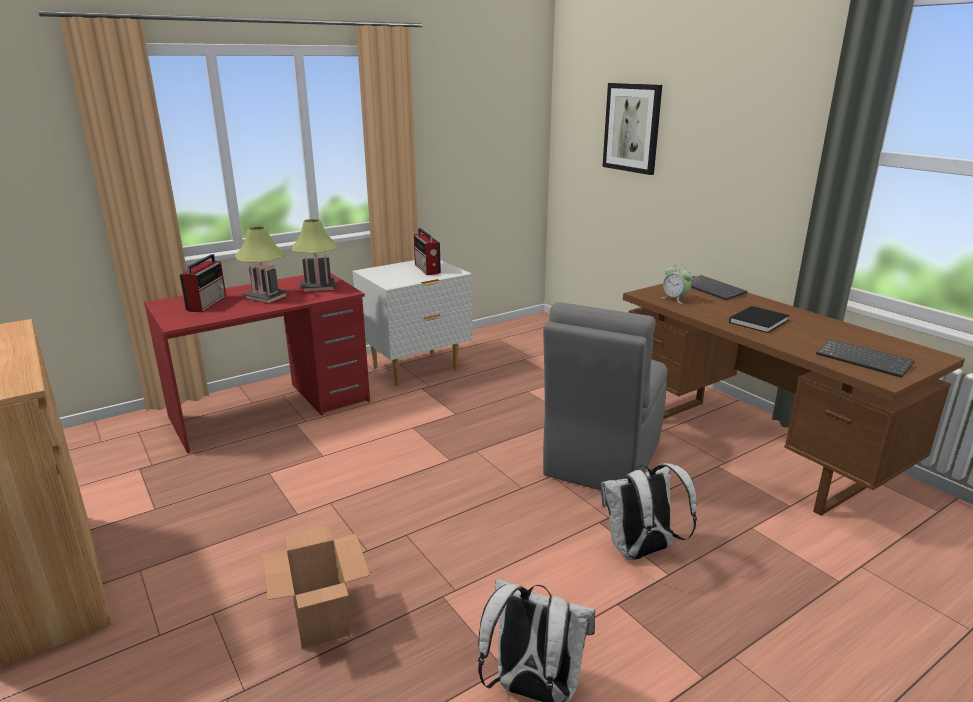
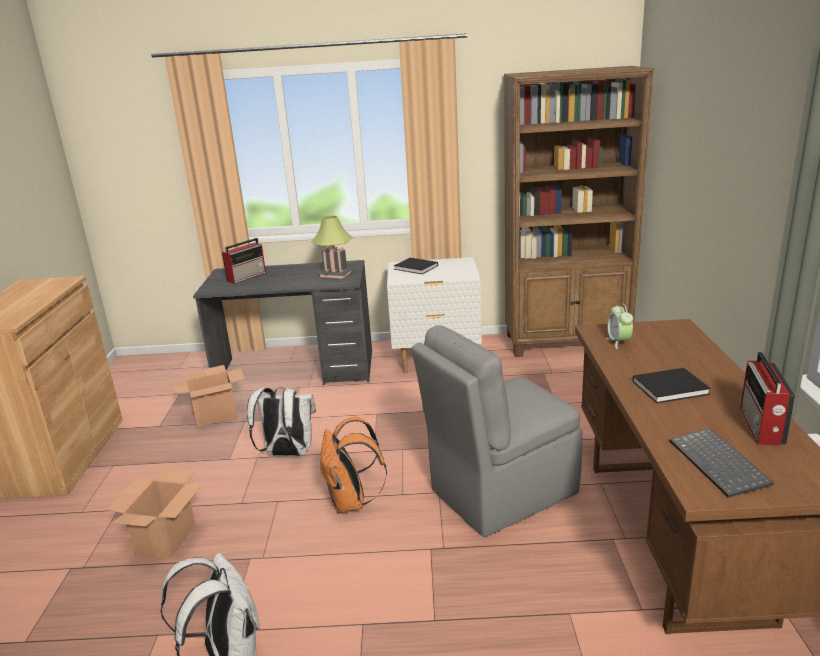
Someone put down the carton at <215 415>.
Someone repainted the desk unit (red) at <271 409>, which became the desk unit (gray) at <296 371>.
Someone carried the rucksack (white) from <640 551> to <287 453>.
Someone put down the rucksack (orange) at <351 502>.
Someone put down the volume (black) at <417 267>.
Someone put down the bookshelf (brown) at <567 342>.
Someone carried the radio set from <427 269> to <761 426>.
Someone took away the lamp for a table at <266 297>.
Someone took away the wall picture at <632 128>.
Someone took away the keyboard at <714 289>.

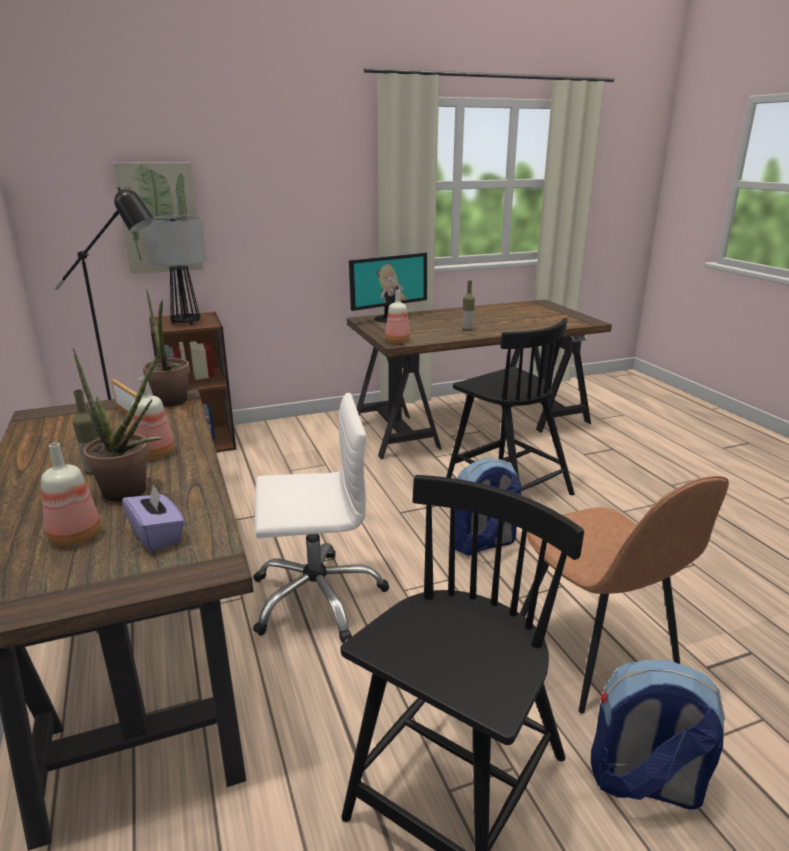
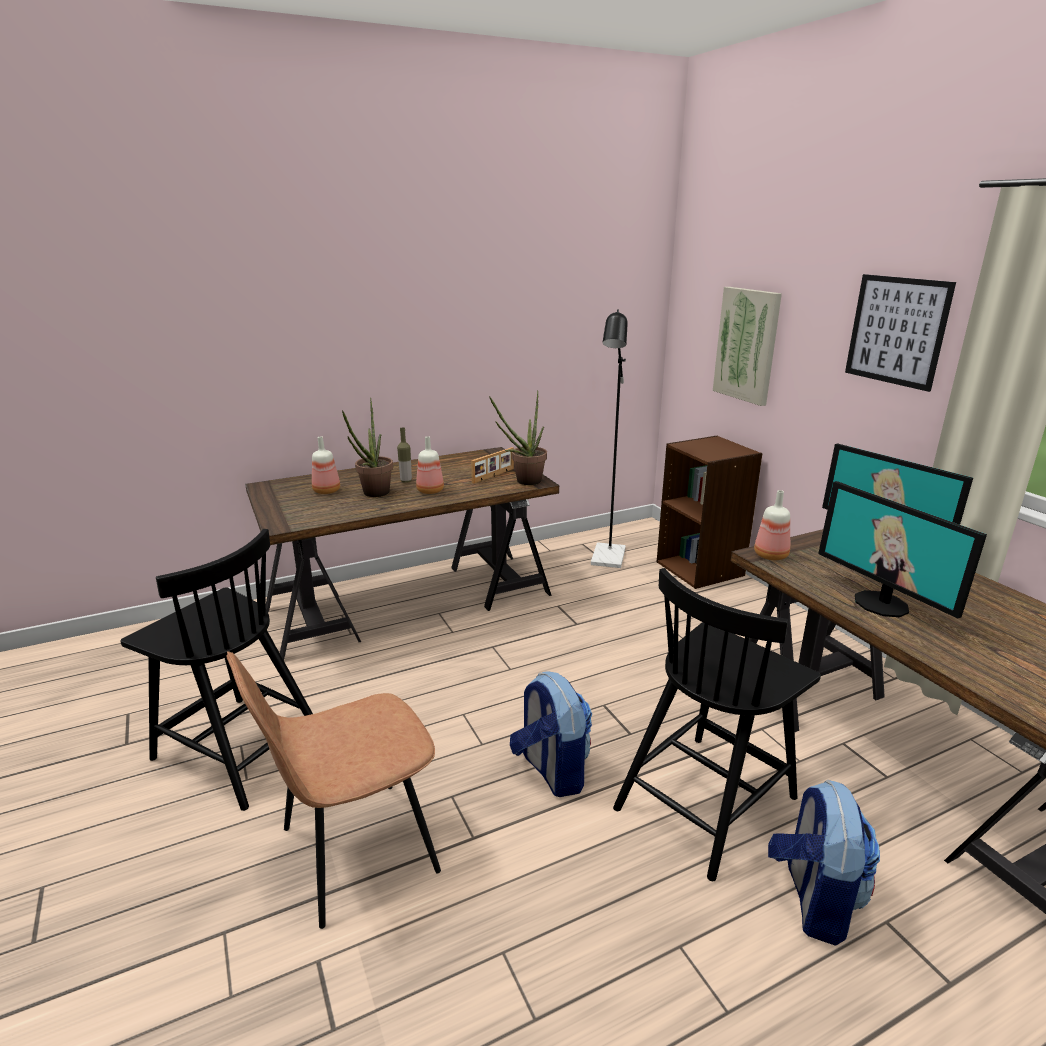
Someone carried the rucksack from <644 783> to <813 899>.
Someone swapped the beverage bottle at <467 329> for the computer screen at <882 604>.
Someone put up the wall picture at <896 331>.
Someone took away the tissue holder (purple-coloured) at <157 535>.
Someone took away the lamp for a table at <185 322>.
Someone took away the office chair (white) at <317 597>.

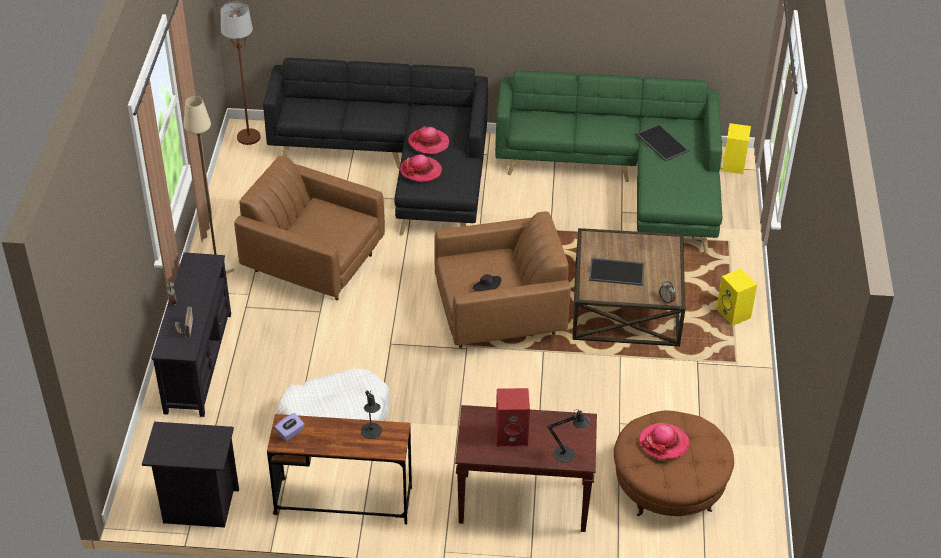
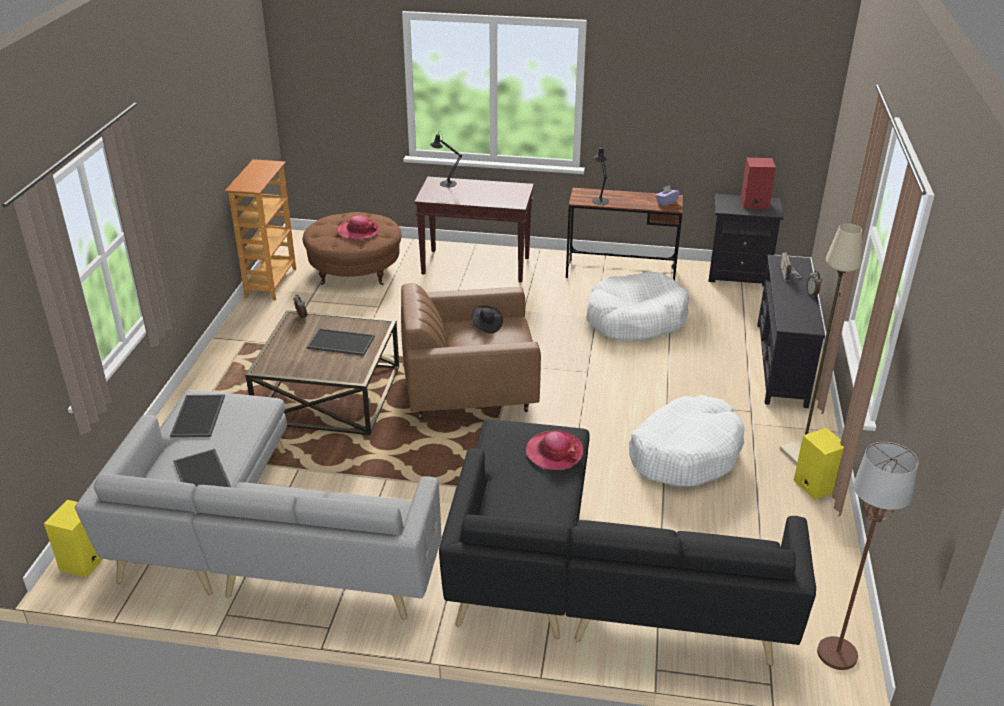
Someone repainted the settee (green) at <626 181>, which became the settee (gray) at <255 542>.
Someone put down the tray at <199 416>.
Someone put down the bookshelf at <270 283>.
Someone swapped the easy chair (brown) at <313 263> for the pet bed (white) at <685 453>.
Someone carried the loudspeaker (red) from <512 435> to <753 204>.
Someone carried the loudspeaker (yellow) from <734 314> to <814 485>.
Someone took away the clothing hat at <428 143>.

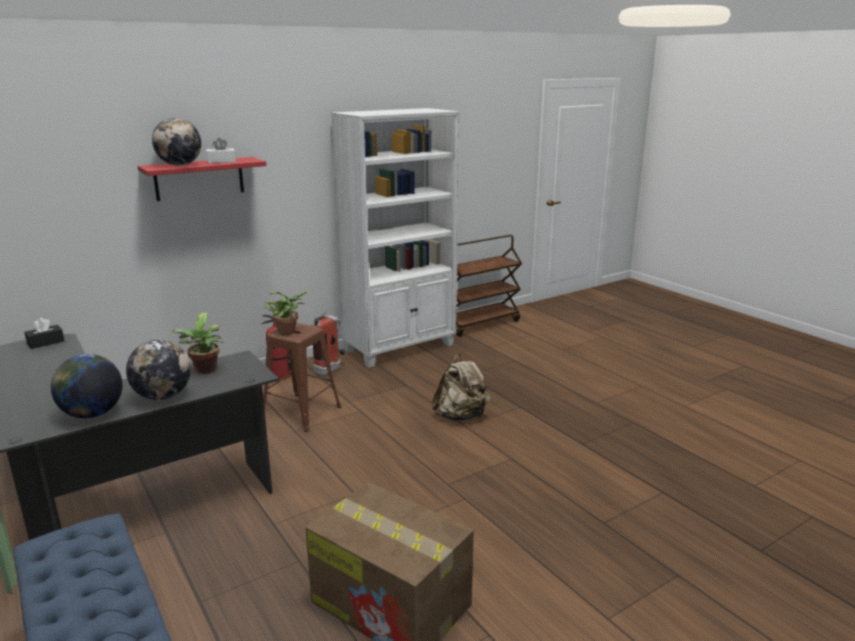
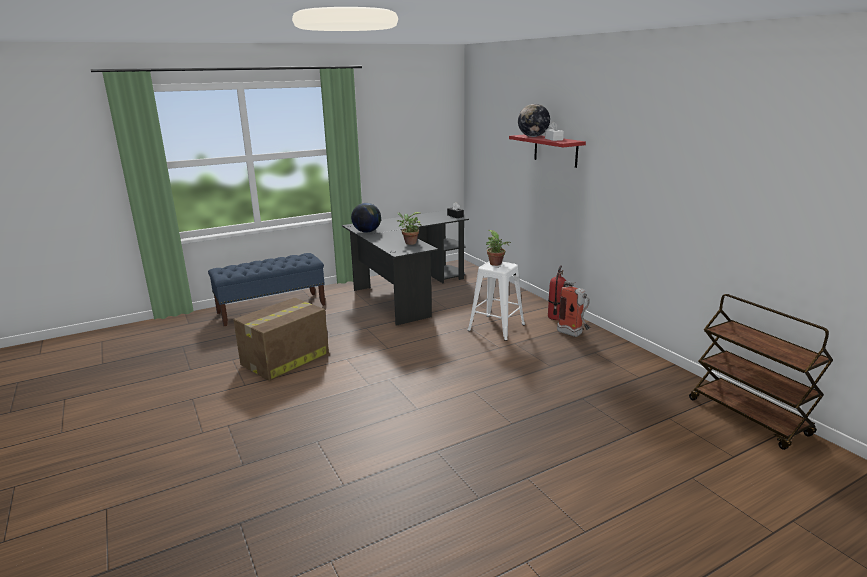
Someone repainted the stool (brown) at <302 412>, which became the stool (white) at <496 328>.
Someone took away the desk globe at <163 396>.
Someone took away the bookshelf (white) at <400 348>.
Someone took away the rucksack (sand-coloured) at <461 416>.

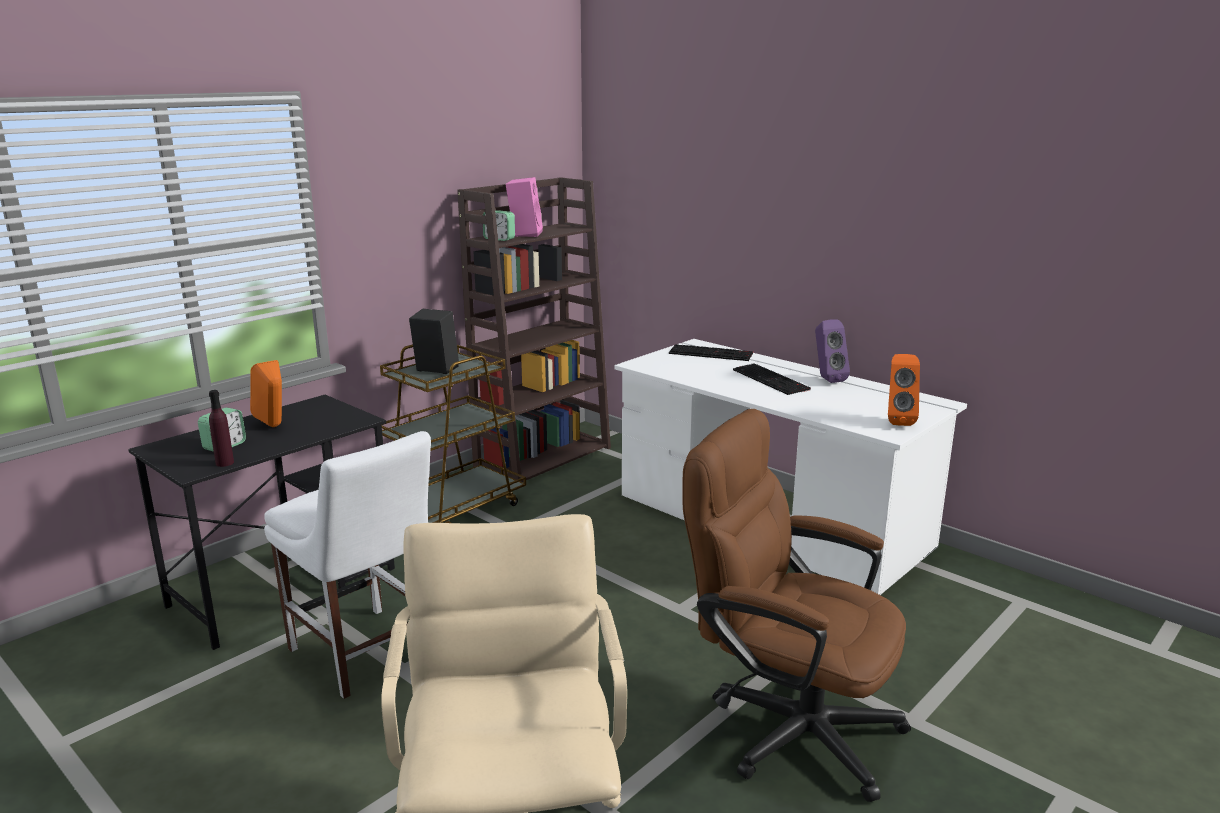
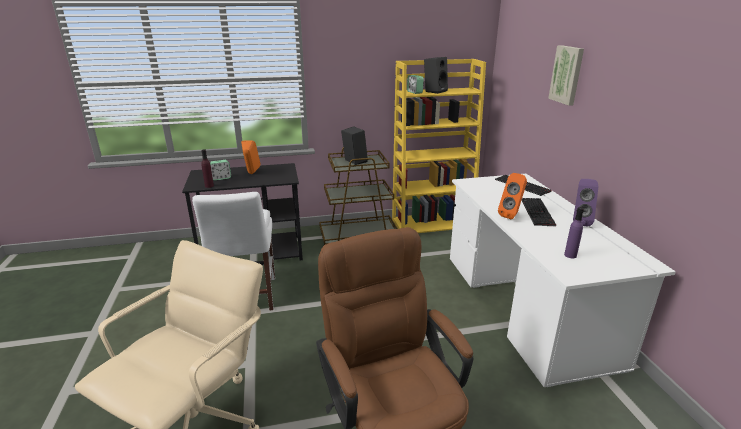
Someone repainted the bookshelf (brown) at <543 456>, which became the bookshelf (yellow) at <433 223>.
Someone repainted the loudspeaker (pink-coloured) at <524 234>, which became the loudspeaker (black) at <435 91>.
Someone carried the loudspeaker (orange) from <898 421> to <511 215>.
Someone put up the wall picture at <567 75>.
Someone put down the beverage bottle (purple-coloured) at <570 255>.

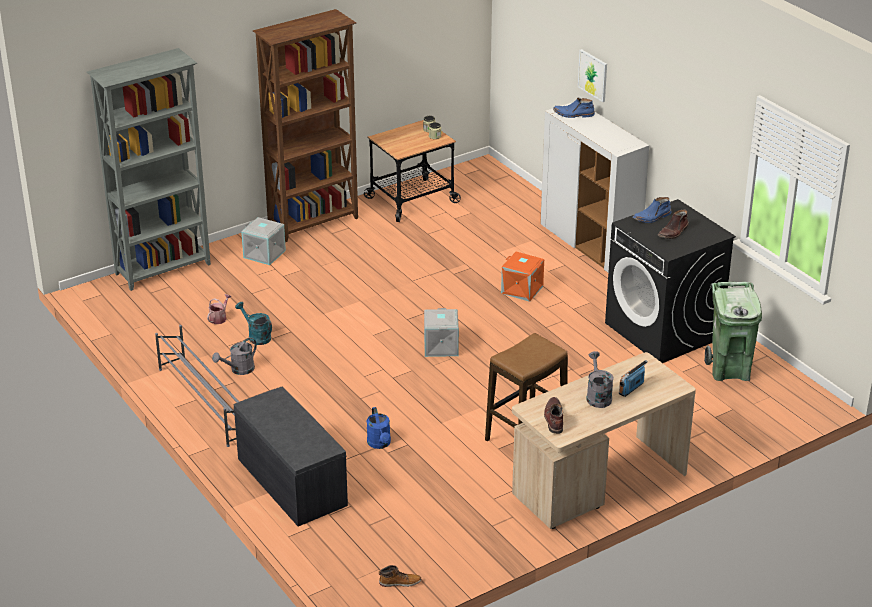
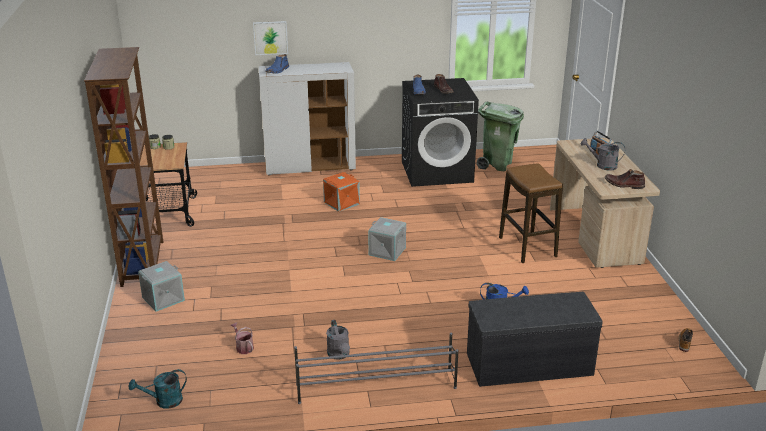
Someone carried the sprinkling can (turquoise-coloured) from <256 336> to <164 401>.
Someone took away the bookshelf (gray) at <164 269>.

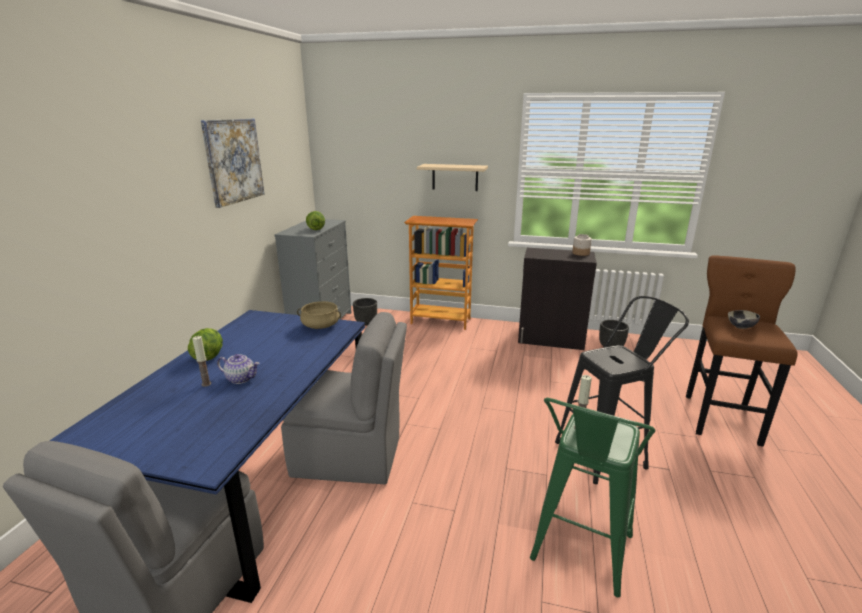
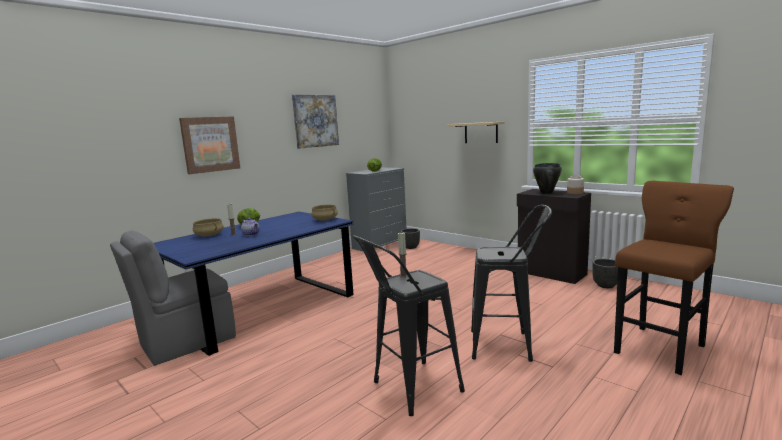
Someone put up the wall picture at <210 144>.
Someone put down the stockpot (sand-coloured) at <209 235>.
Someone repainted the stool (green) at <578 556>, which became the stool (black) at <409 390>.
Someone put down the stockpot (black) at <546 193>.
Someone took away the upright chair (gray) at <350 456>.
Someone took away the bookshelf at <441 321>.
Someone took away the deep dish at <740 327>.

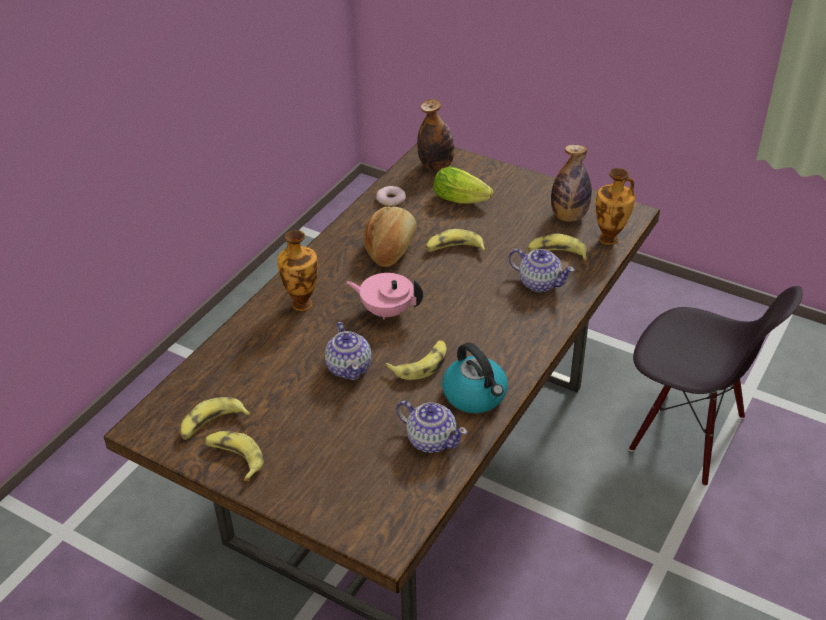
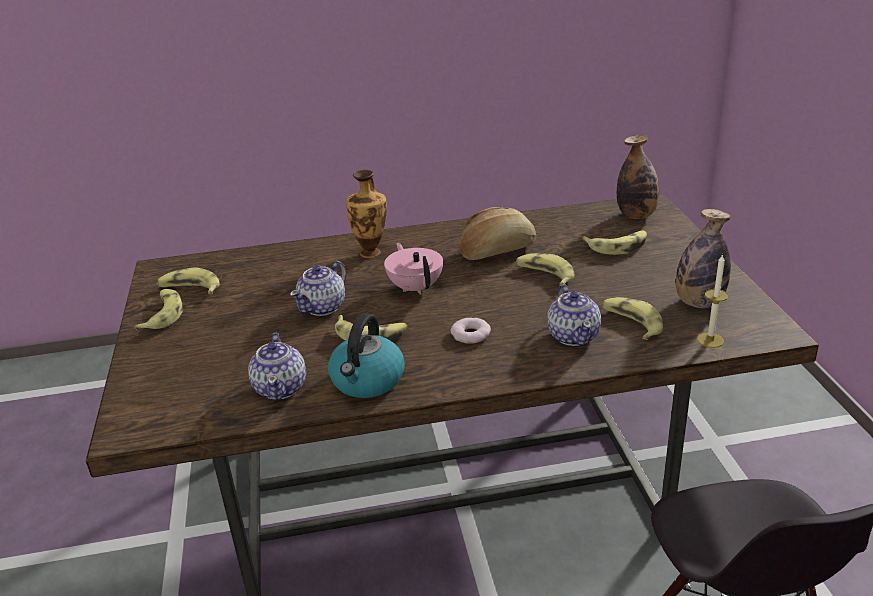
Someone carried the doughnut from <391 199> to <471 335>.
Someone swapped the lettuce at <463 199> for the whole banana at <617 246>.
Someone swapped the vase at <610 239> for the wax candle at <710 340>.

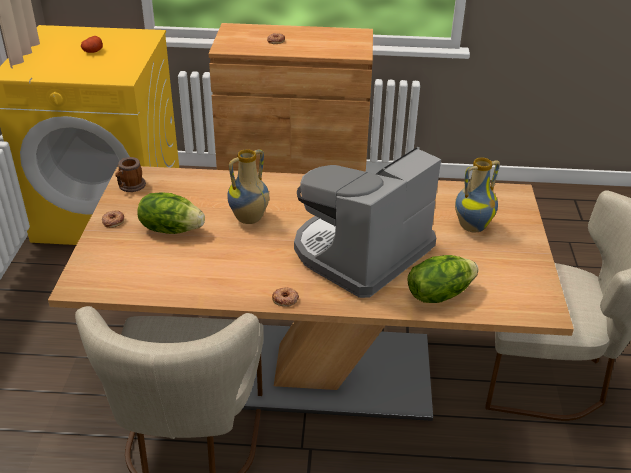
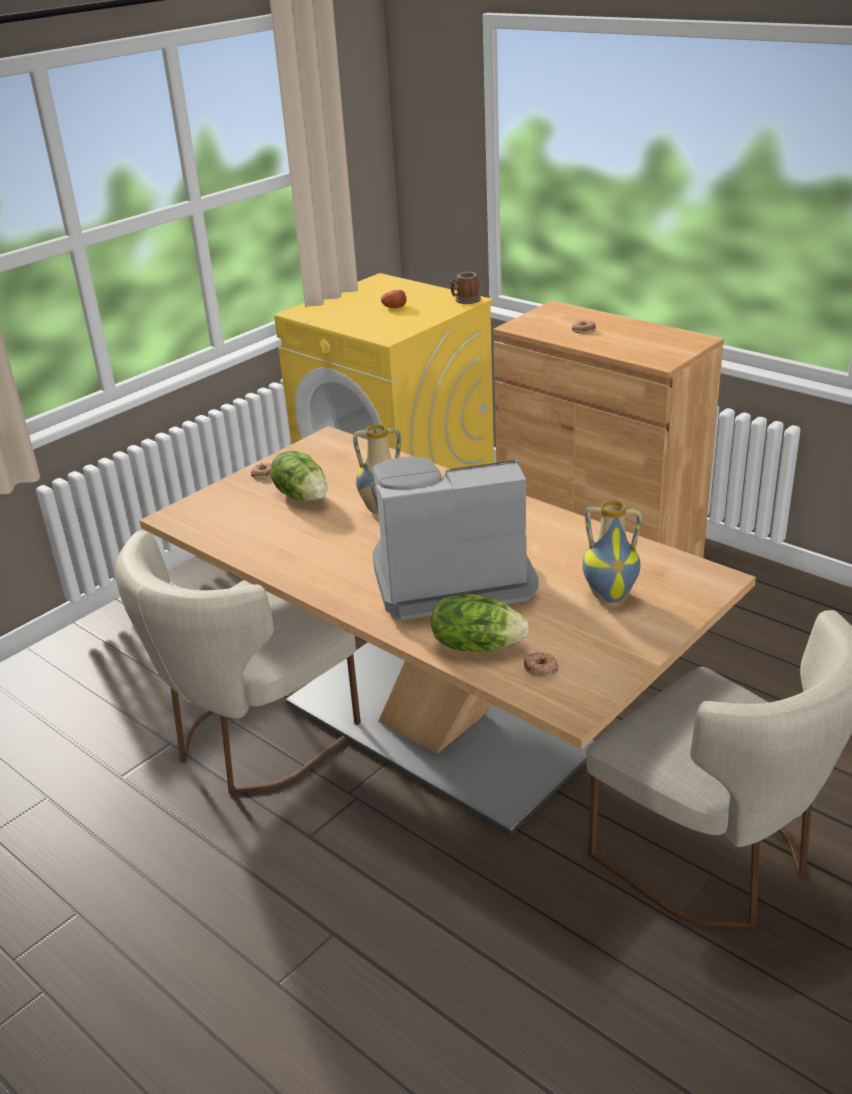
Someone carried the mug from <130 187> to <465 300>.
Someone carried the doughnut from <285 299> to <540 668>.

